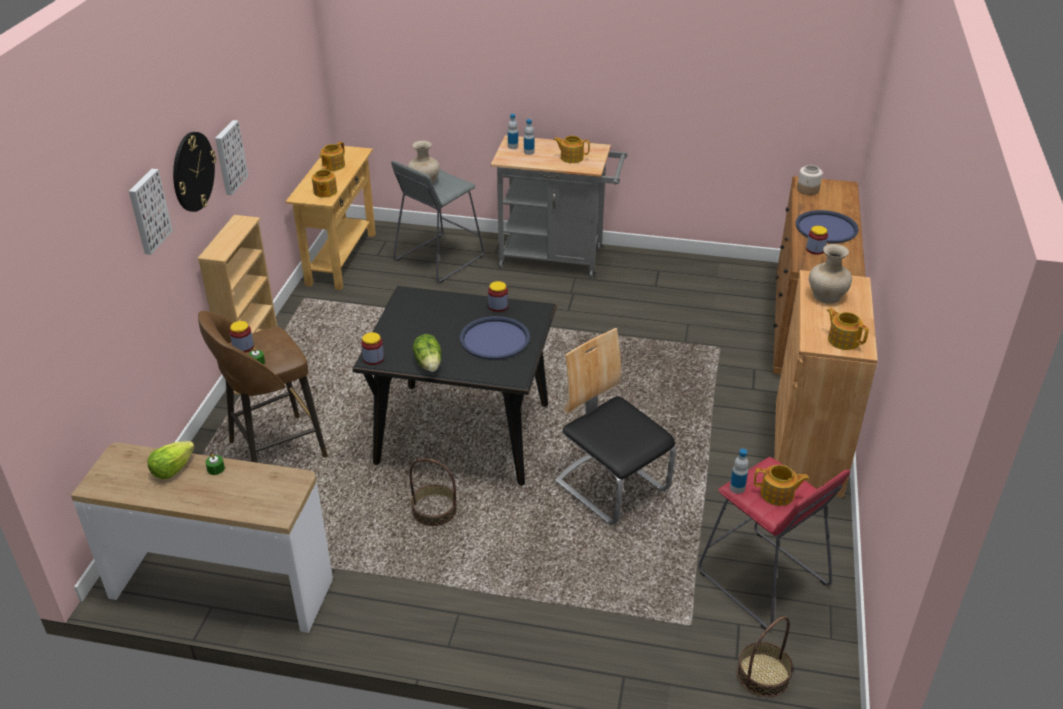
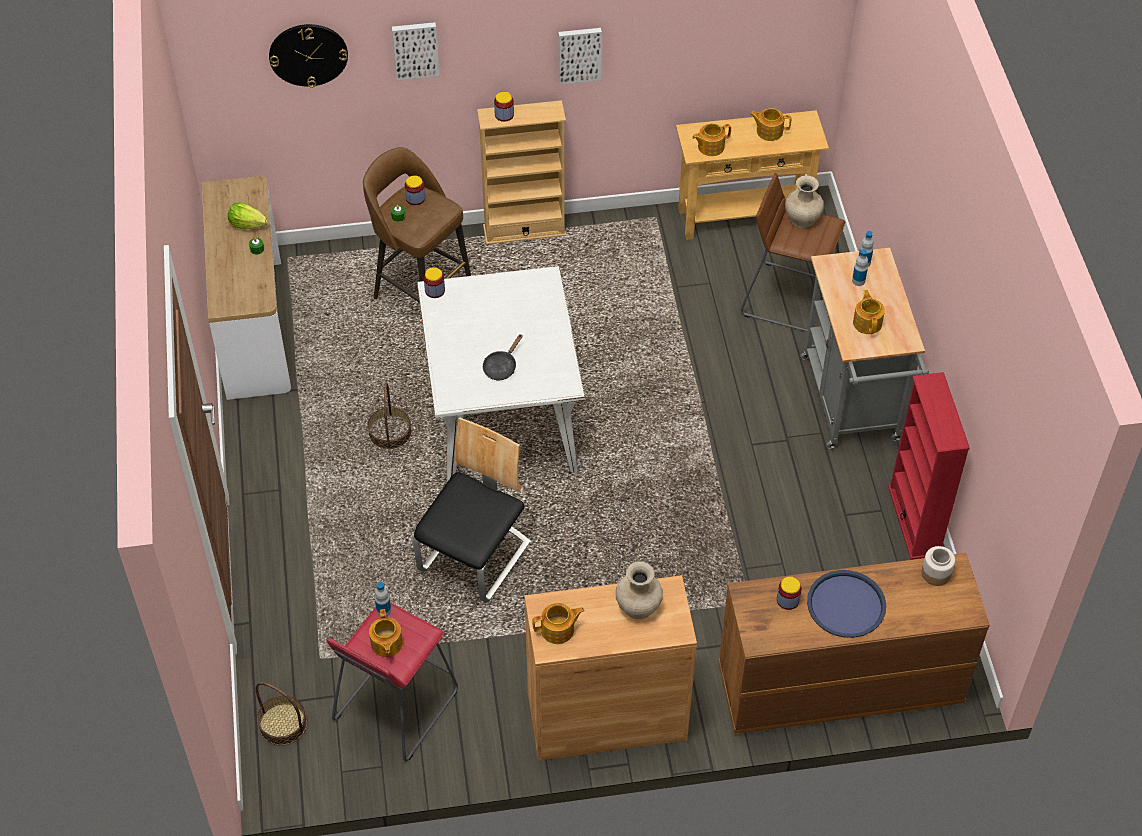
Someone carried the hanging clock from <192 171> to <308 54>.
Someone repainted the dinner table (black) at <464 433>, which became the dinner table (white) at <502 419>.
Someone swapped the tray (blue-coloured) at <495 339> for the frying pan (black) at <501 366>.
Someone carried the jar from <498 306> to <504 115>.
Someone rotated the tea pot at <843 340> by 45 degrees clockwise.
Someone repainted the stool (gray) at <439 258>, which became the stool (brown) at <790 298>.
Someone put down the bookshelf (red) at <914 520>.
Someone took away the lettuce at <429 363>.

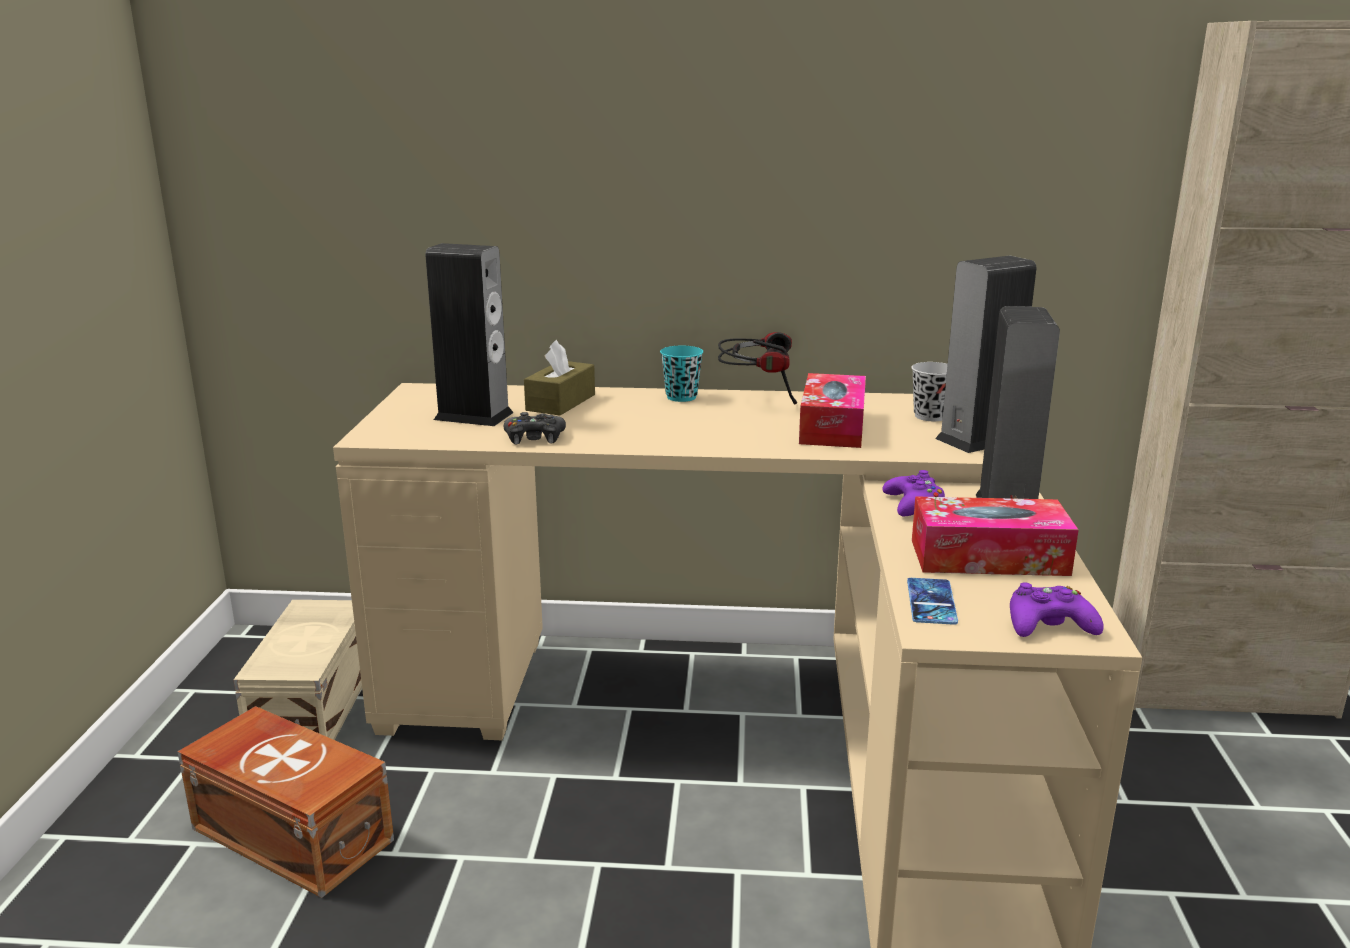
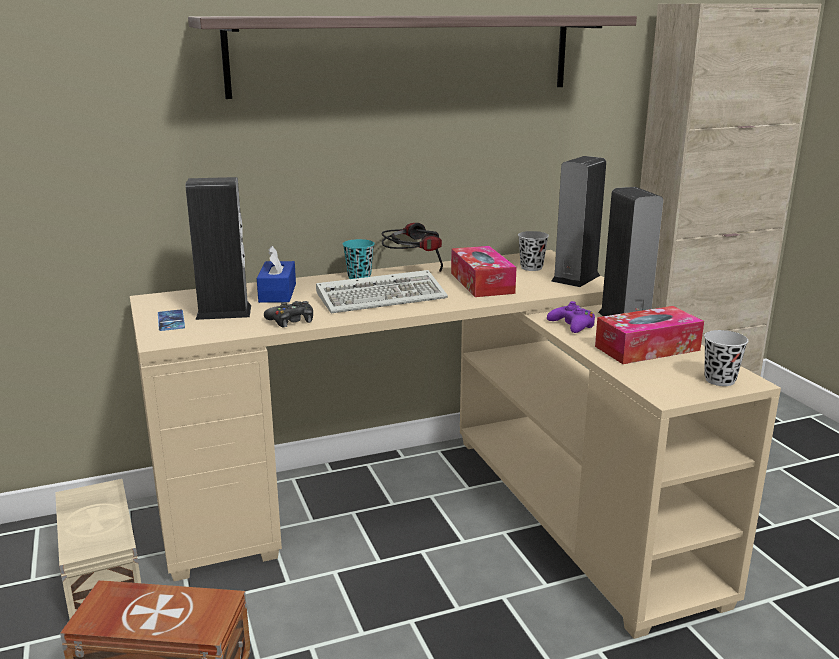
Someone carried the phone from <931 602> to <171 321>.
Someone put up the shelf at <405 54>.
Someone repainted the tissue holder (brown) at <561 402>, which became the tissue holder (blue-coloured) at <277 293>.
Someone put down the keyboard at <384 297>.
Someone swapped the joypad (purple-coloured) at <1049 625> for the small cup (black) at <719 380>.

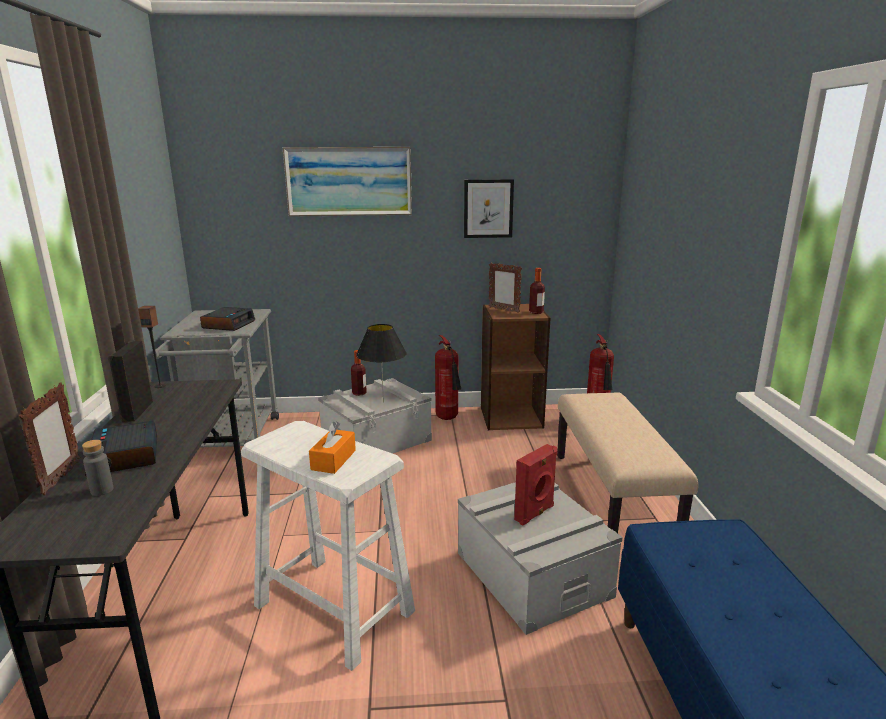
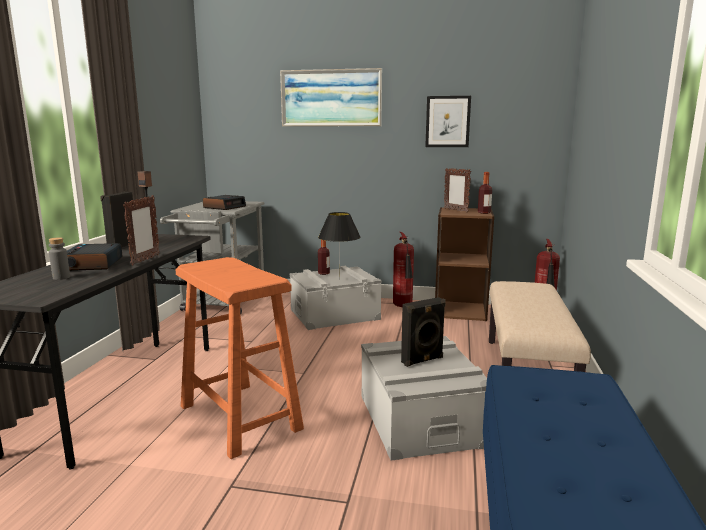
Someone carried the photo frame from <61 478> to <145 260>.
Someone repainted the stool (white) at <334 609>, which became the stool (orange) at <240 418>.
Someone repainted the loudspeaker (red) at <535 514>, which became the loudspeaker (black) at <423 360>.
Someone took away the tissue holder (orange) at <333 460>.

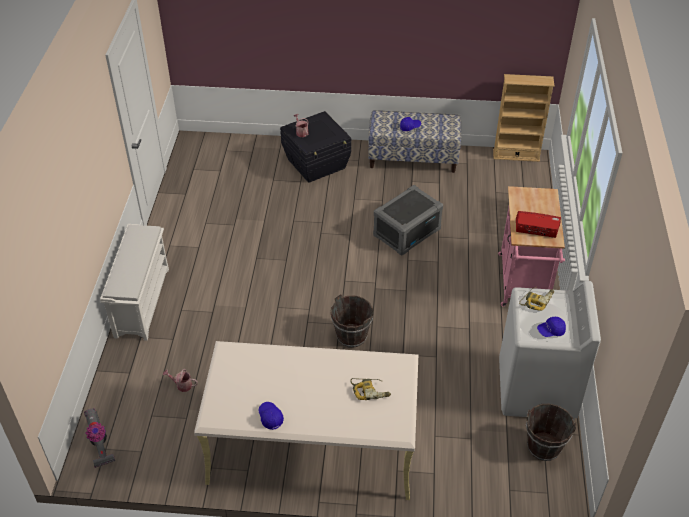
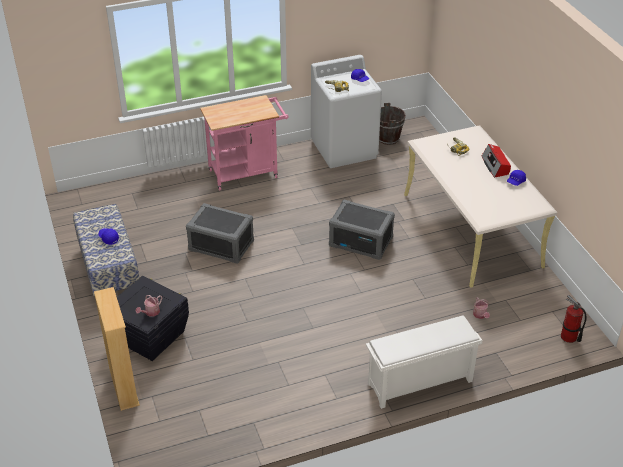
Someone carried the bookshelf (sand-coloured) from <516 155> to <124 387>.
Someone swapped the pail (brown) at <351 336> for the storage bin (gray) at <361 241>.
Someone carried the radio set from <536 229> to <495 166>.
Someone swapped the vacuum cleaner at <99 444> for the fire-fighting cylinder at <568 337>.

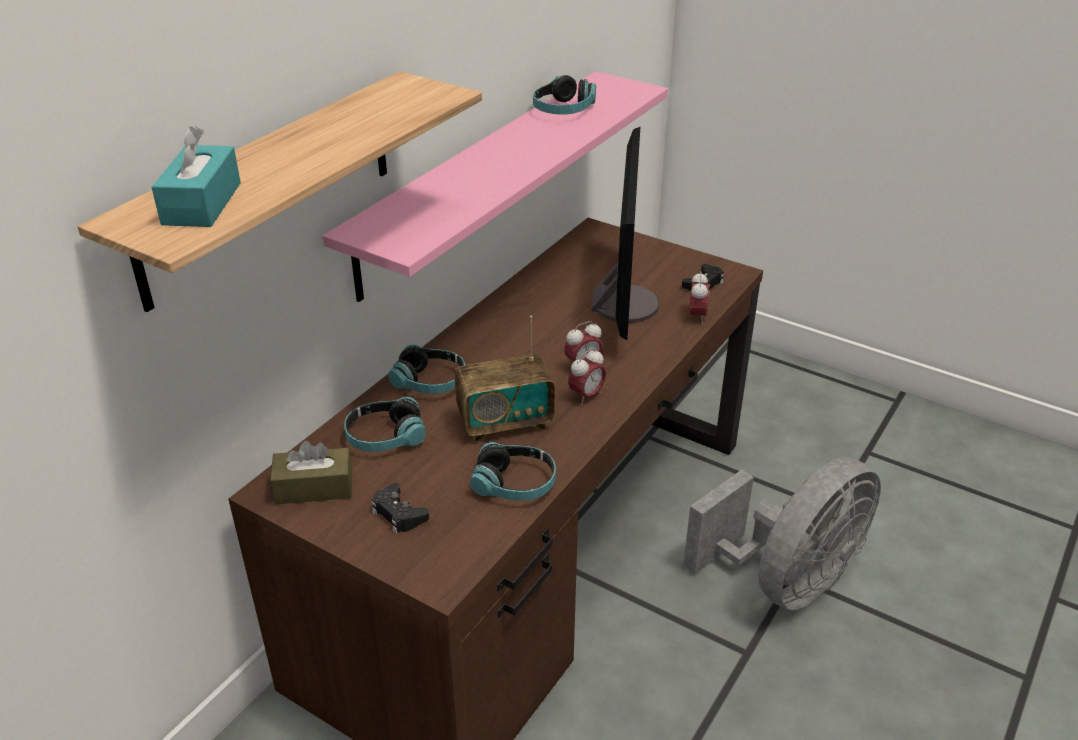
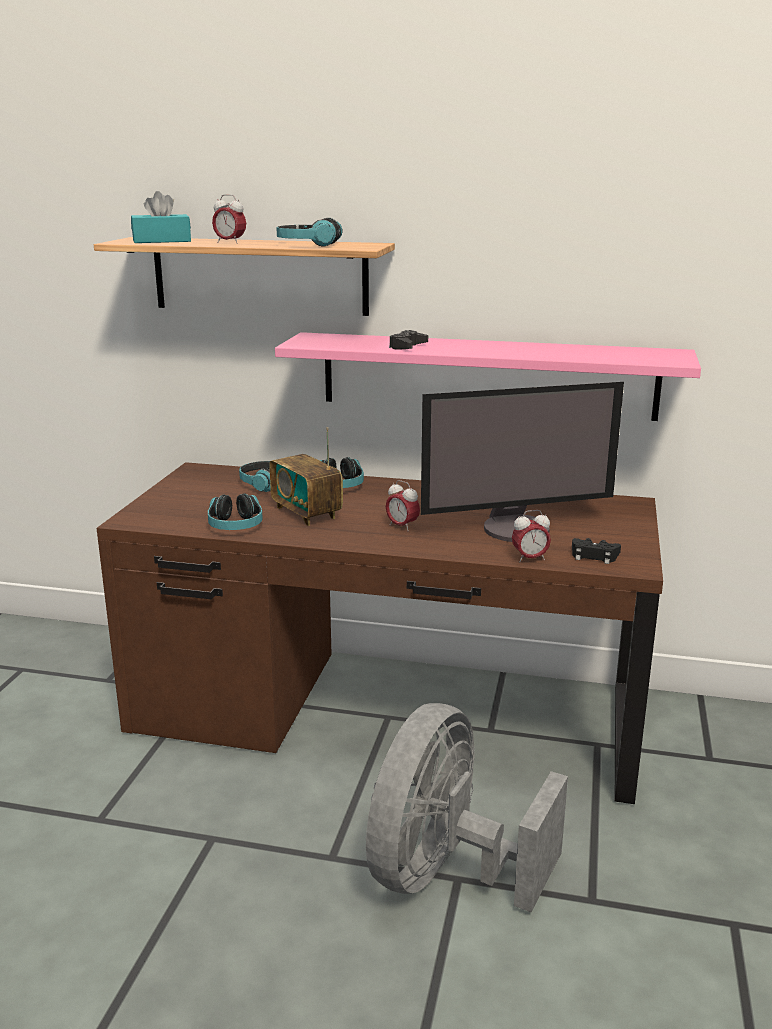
Someone carried the alarm clock from <586 396> to <230 243>.
Someone carried the pair of headphones from <563 110> to <308 244>.
Someone rotated the electric fan (gray) at <786 581> by 90 degrees clockwise.
Someone carried the joypad (black) from <398 514> to <407 346>.
Someone took away the tissue holder (brown) at <314 488>.

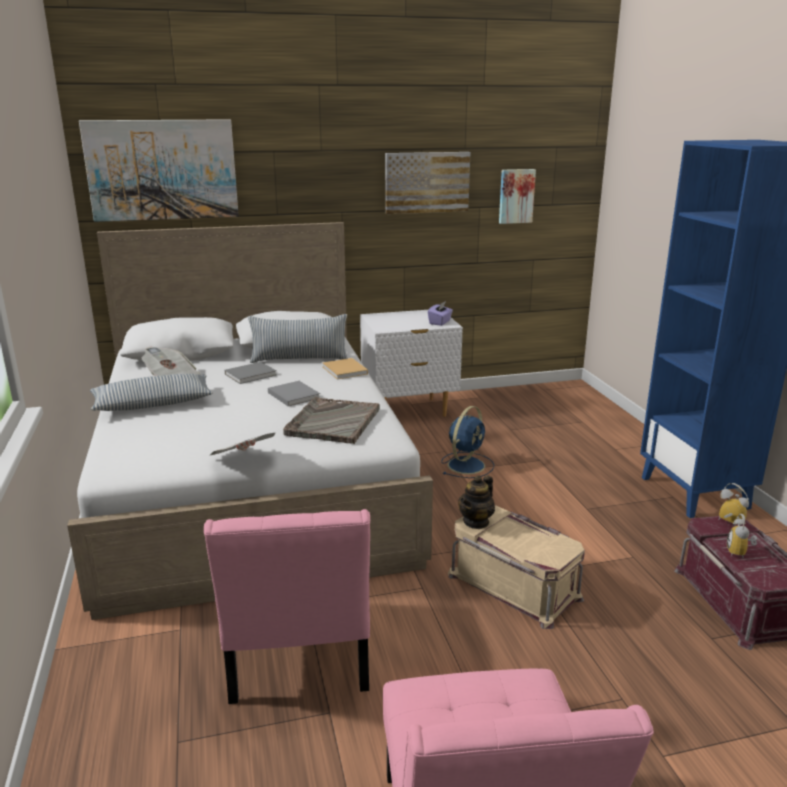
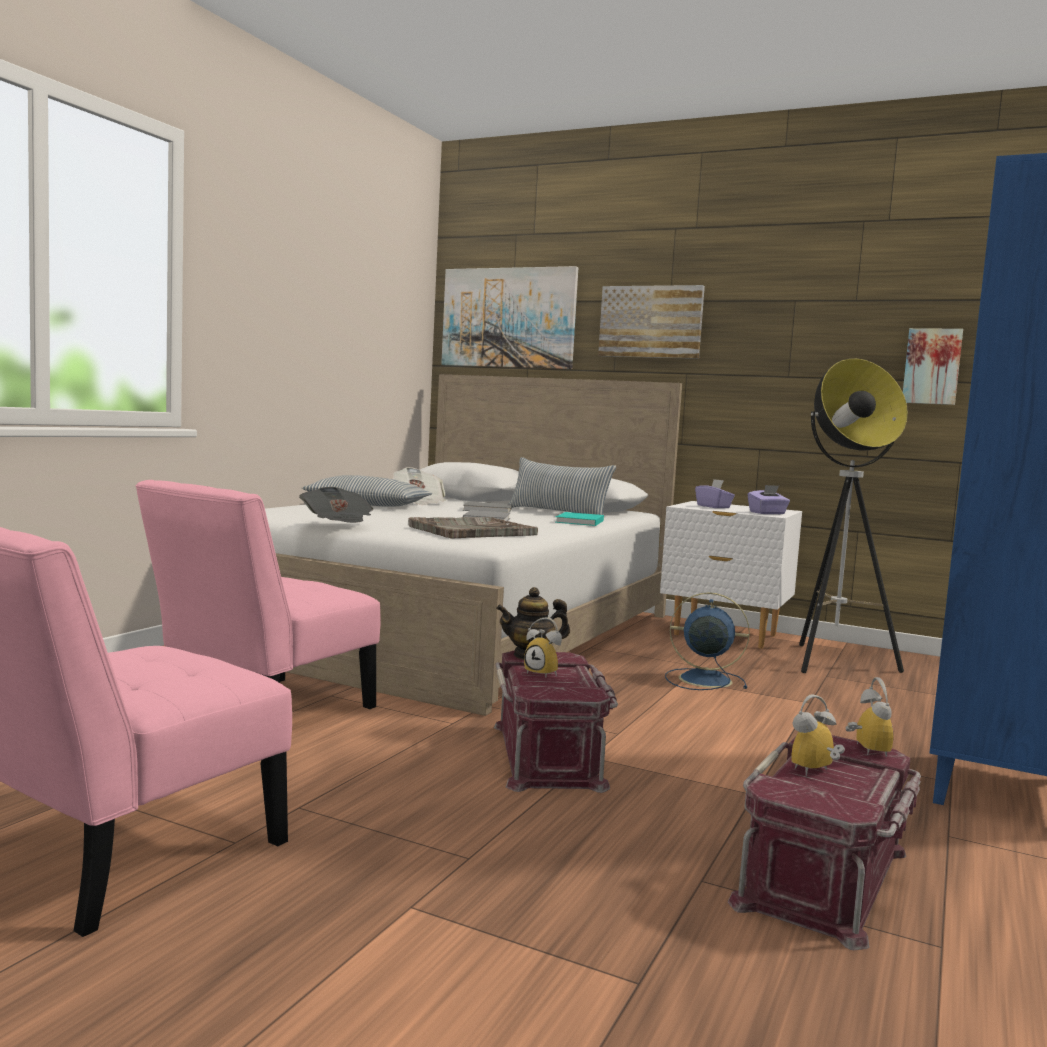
Someone repainted the storage bin (sand-coloured) at <515 585>, which became the storage bin (red) at <549 755>.
Someone put down the alarm clock at <544 673>.
Someone repainted the volume (sand-coloured) at <345 371>, which became the volume (turquoise-coloured) at <579 521>.
Someone carried the wall picture from <426 182> to <651 322>.
Someone rotated the electric fan (blue-coloured) at <467 465> by 150 degrees counterclockwise.
Someone put down the tissue holder (purple-coloured) at <713 507>.
Someone put down the floor lamp at <832 662>.

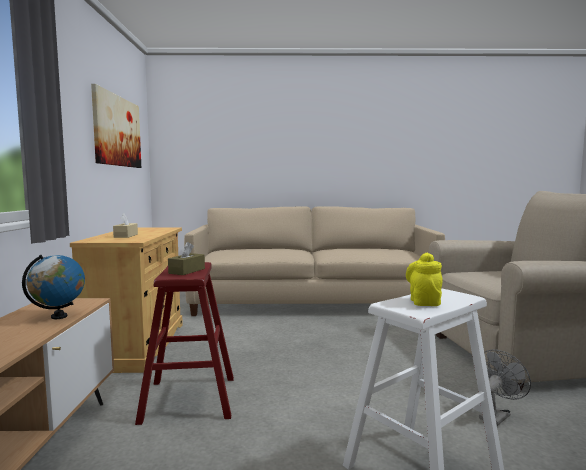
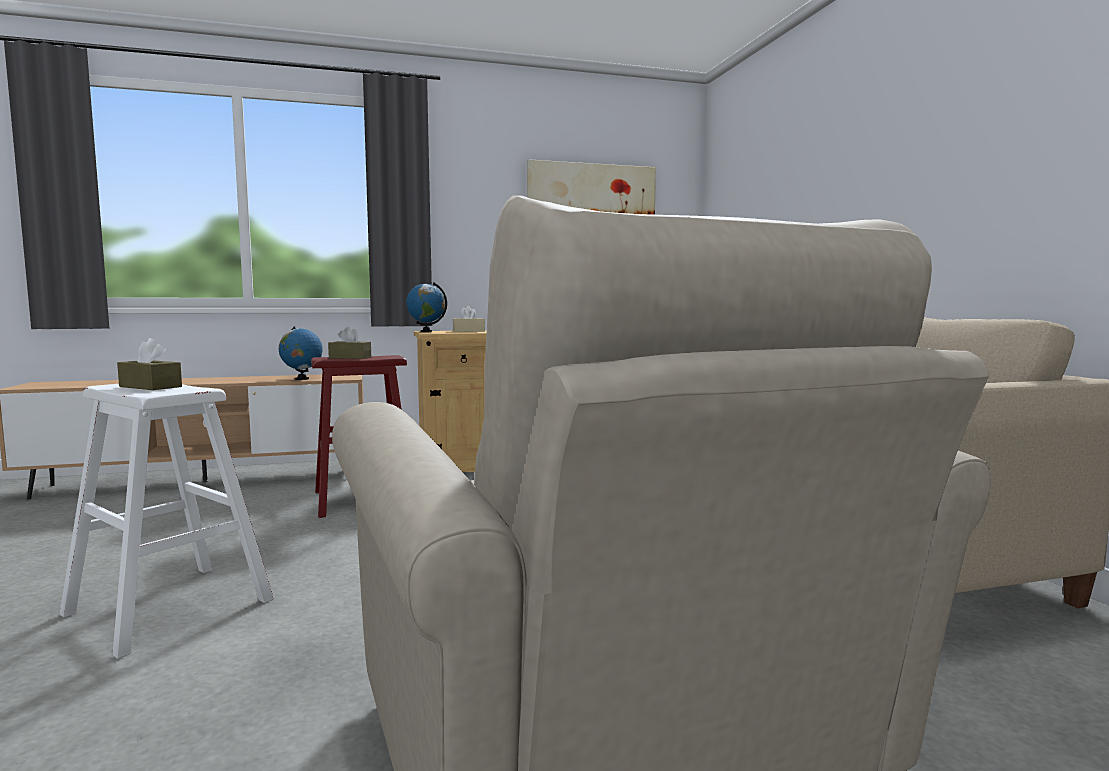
Someone swapped the tea pot (yellow) at <424 301> for the tissue holder (brown) at <150 387>.
Someone put down the desk globe at <426 331>.
Someone took away the electric fan (gray) at <496 415>.

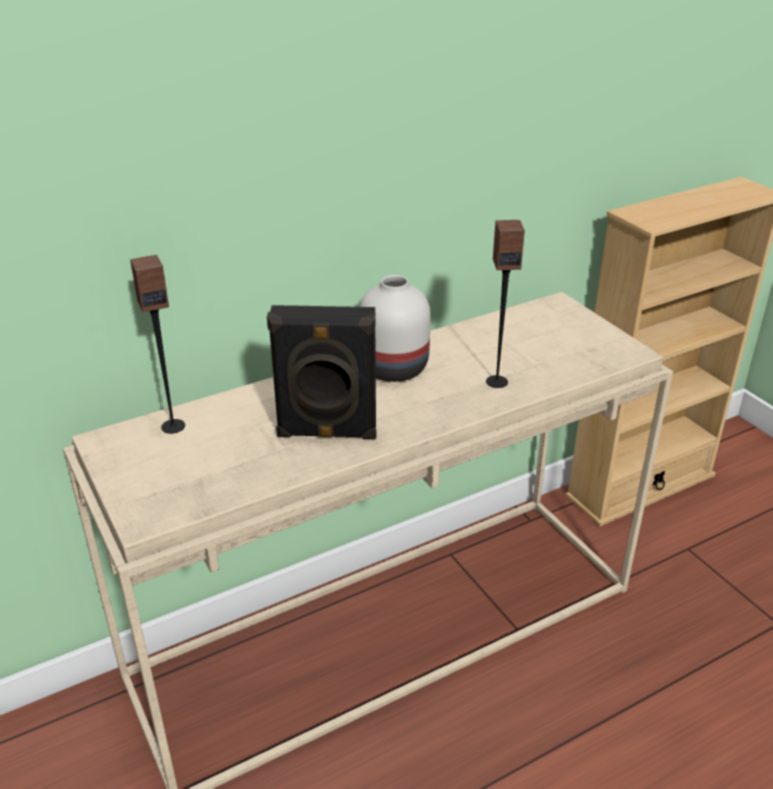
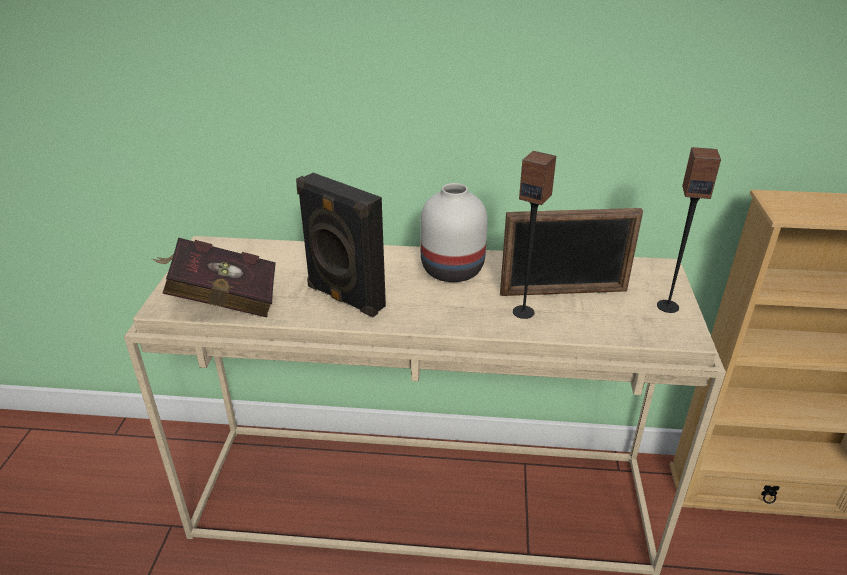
Someone put down the volume (red) at <221 300>.
Someone put down the photo frame at <563 292>.
Someone carried the loudspeaker from <173 426> to <667 306>.

